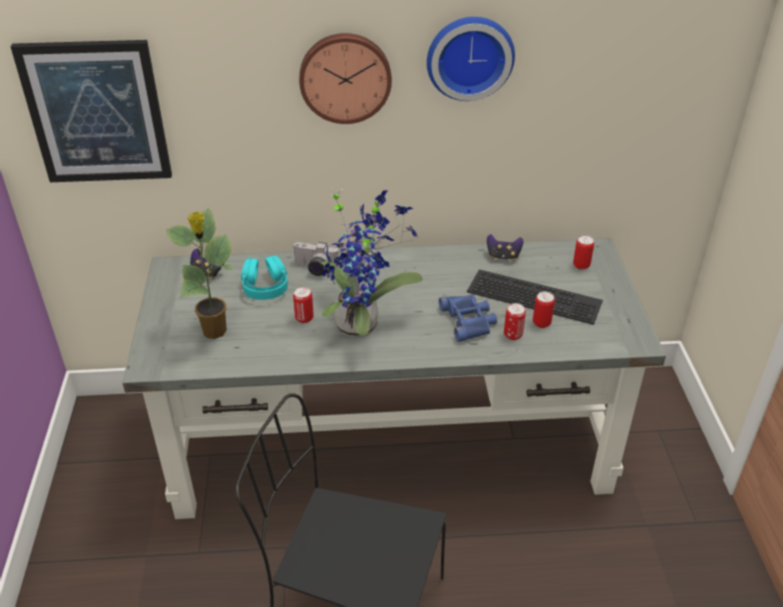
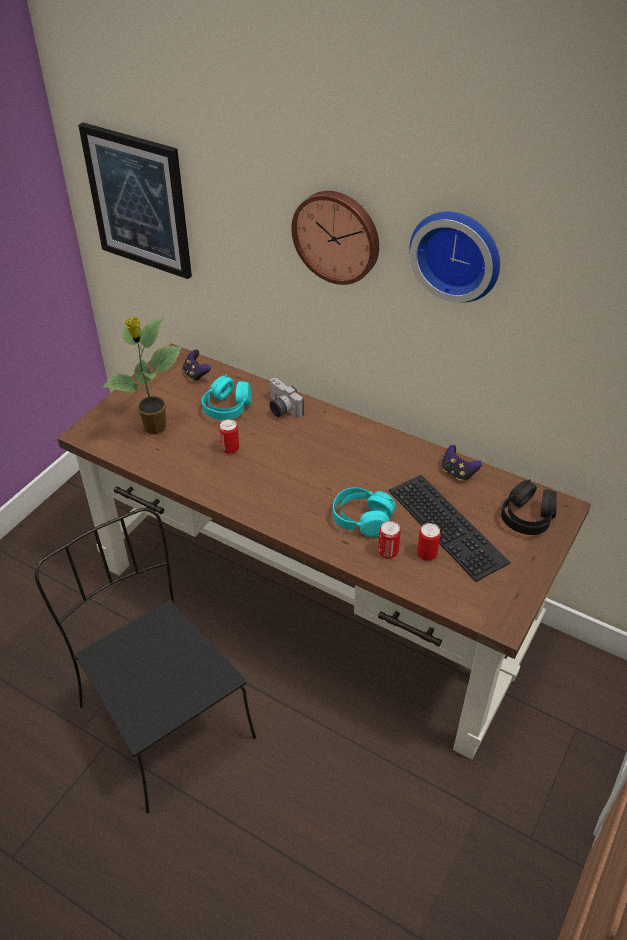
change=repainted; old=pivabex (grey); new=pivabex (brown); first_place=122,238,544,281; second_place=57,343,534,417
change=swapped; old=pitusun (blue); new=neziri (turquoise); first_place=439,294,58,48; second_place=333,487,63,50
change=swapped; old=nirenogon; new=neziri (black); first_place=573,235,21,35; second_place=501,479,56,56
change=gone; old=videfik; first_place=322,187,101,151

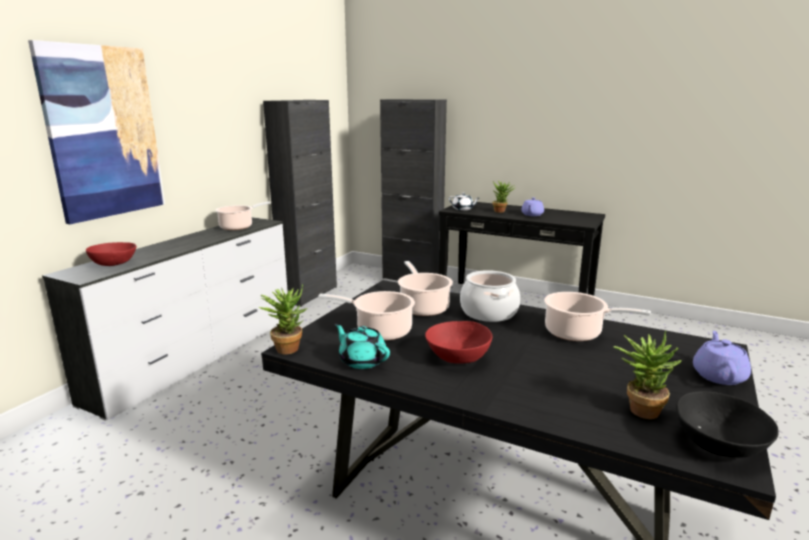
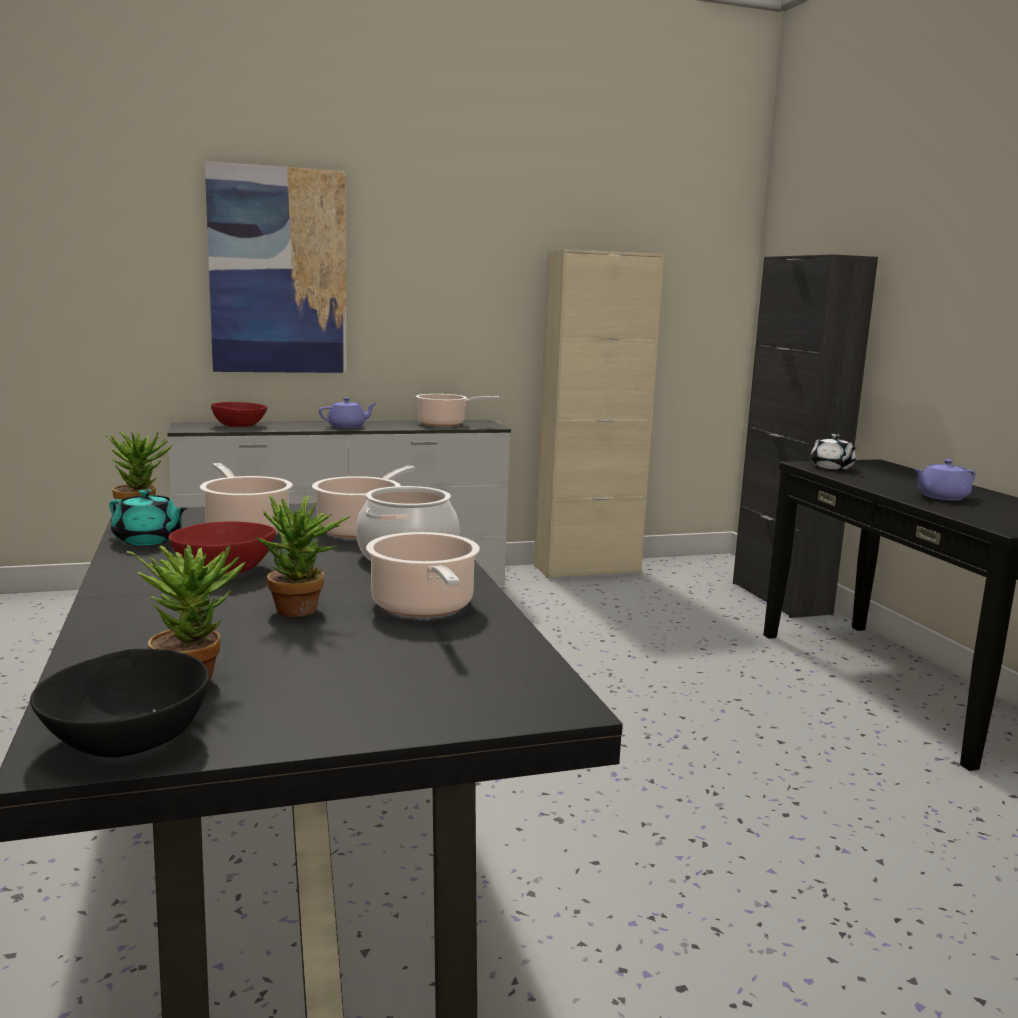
change=rotated; old=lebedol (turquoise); first_place=335,323,55,46; second_place=109,489,79,56; degrees=120
change=shifted; old=videfik; first_place=493,181,23,32; second_place=255,495,94,122
change=shifted; old=lebedol (purple); first_place=693,331,58,54; second_place=319,397,58,32
change=repainted; old=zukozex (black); new=zukozex (beige); first_place=263,100,74,207; second_place=534,249,130,330

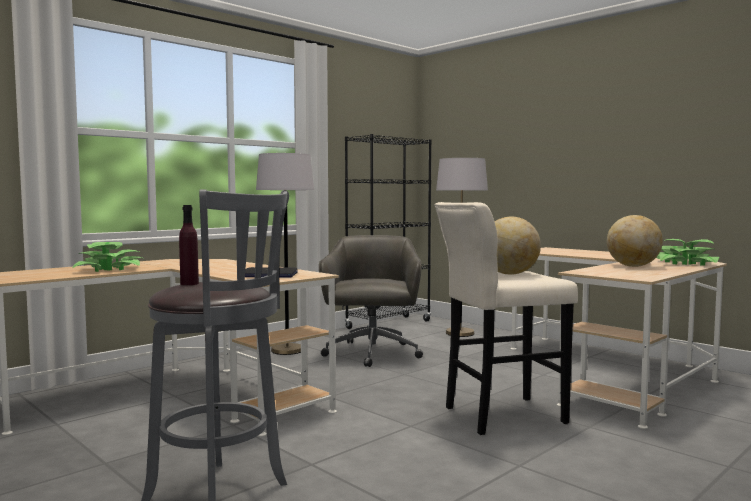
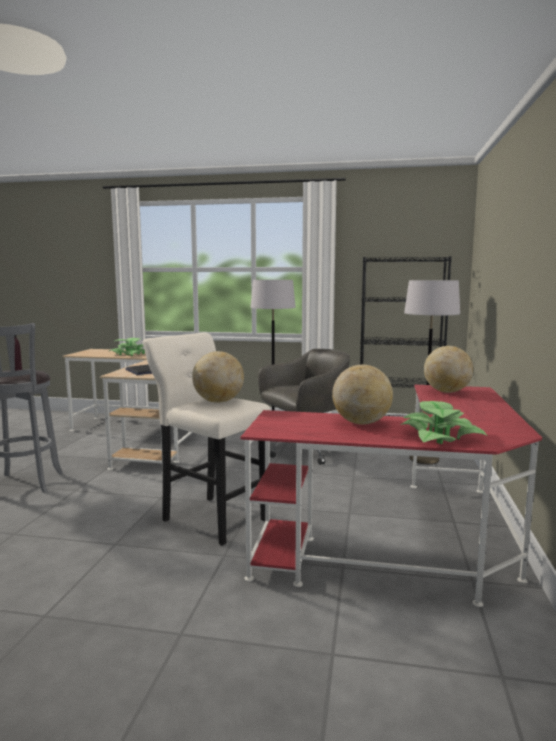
change=repainted; old=pivabex (beige); new=pivabex (red); first_place=510,247,217,182; second_place=240,385,302,222
change=new; new=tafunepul; second_place=424,346,49,47

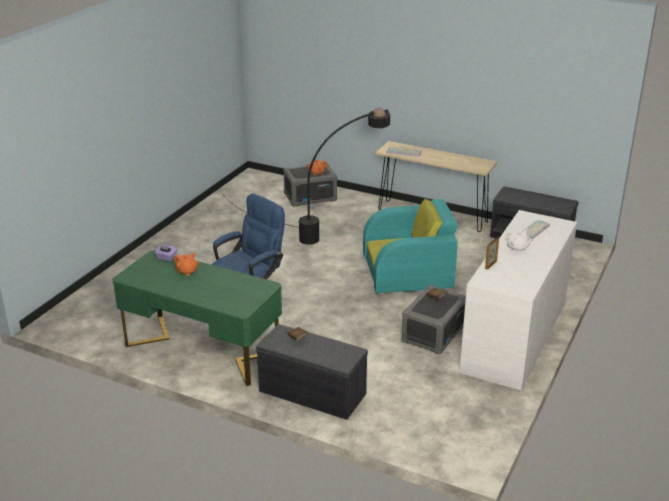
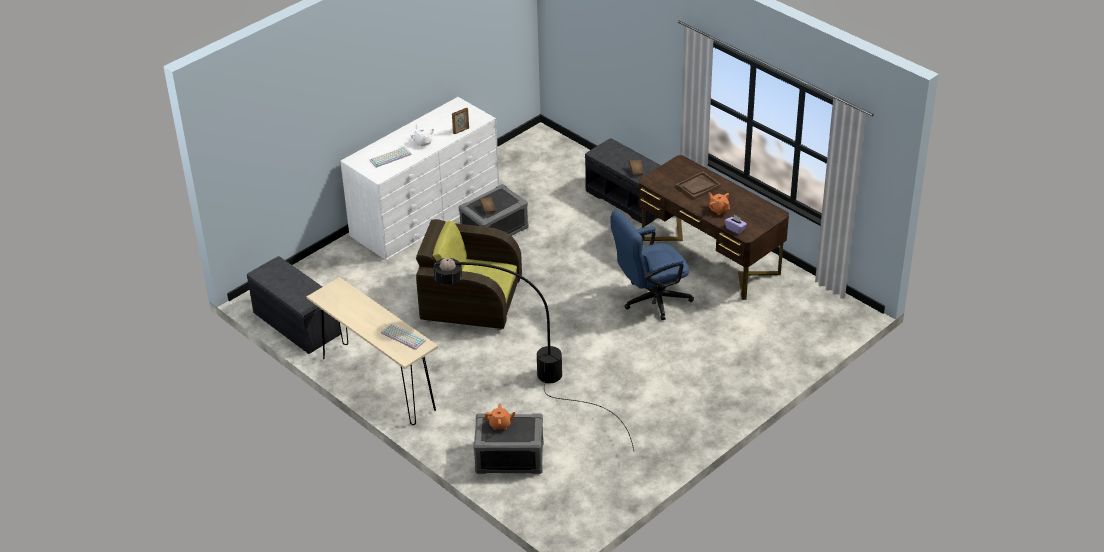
change=repainted; old=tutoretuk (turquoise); new=tutoretuk (brown); first_place=363,199,95,97; second_place=416,219,106,112
change=repainted; old=pivabex (green); new=pivabex (brown); first_place=112,250,170,136; second_place=639,155,150,145
change=new; new=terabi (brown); second_place=676,172,45,28

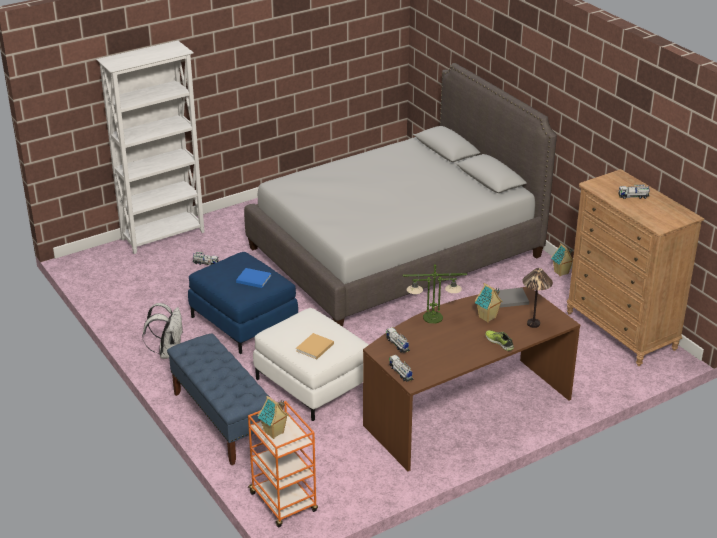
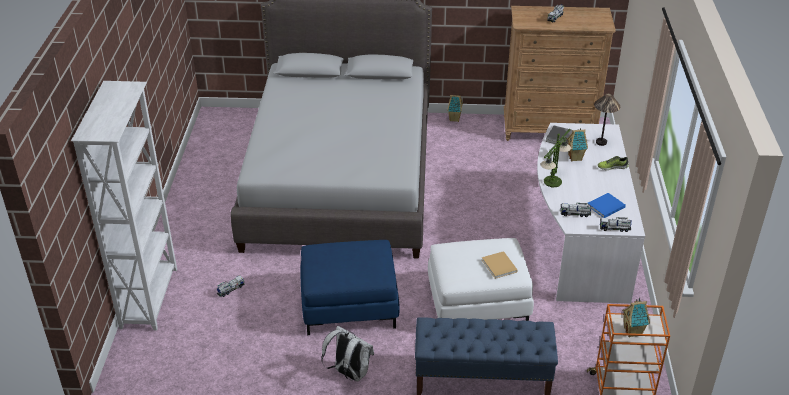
change=repainted; old=pivabex (brown); new=pivabex (white); first_place=363,287,217,184; second_place=537,123,108,181
change=shifted; old=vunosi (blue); first_place=236,268,35,20; second_place=588,193,38,25

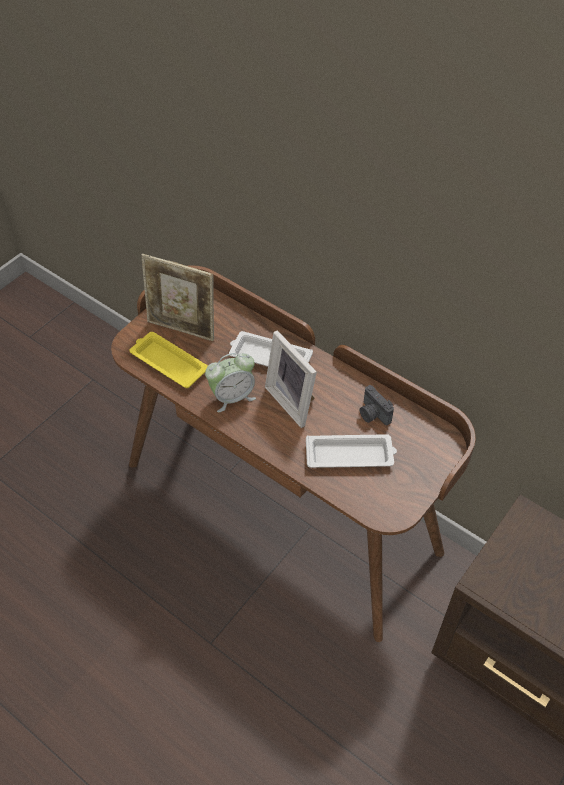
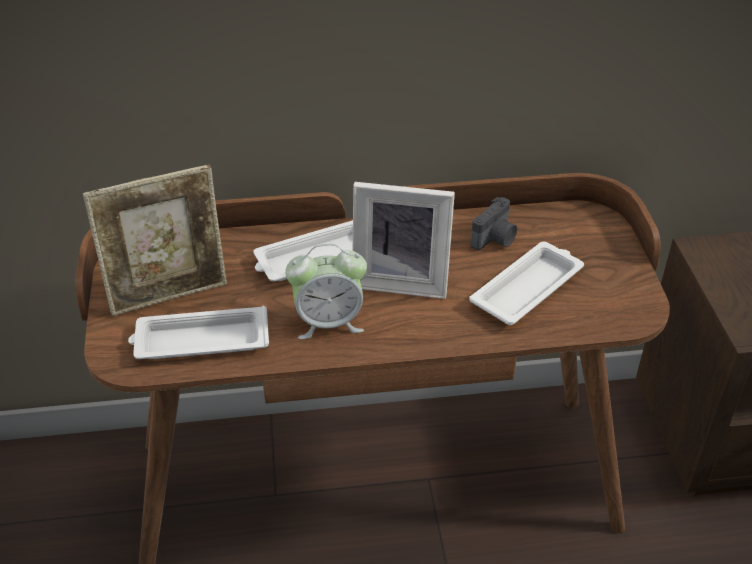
change=repainted; old=terabi (yellow); new=terabi (white); first_place=129,332,79,56; second_place=128,305,141,54
change=rotated; old=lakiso; first_place=205,353,51,59; second_place=285,244,82,95; degrees=60
change=rotated; old=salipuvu; first_place=360,385,34,40; second_place=471,197,46,53; degrees=-60

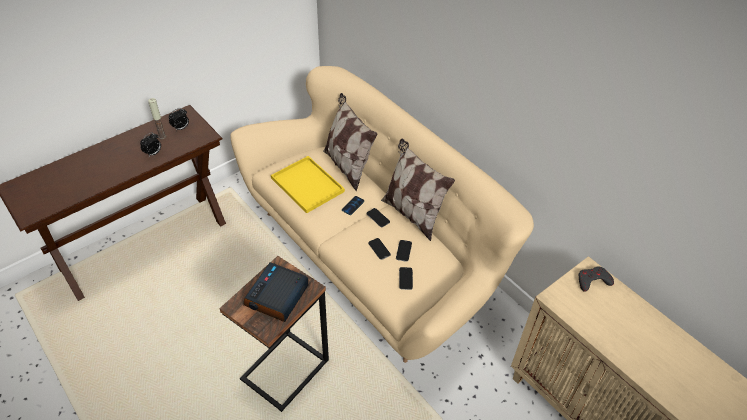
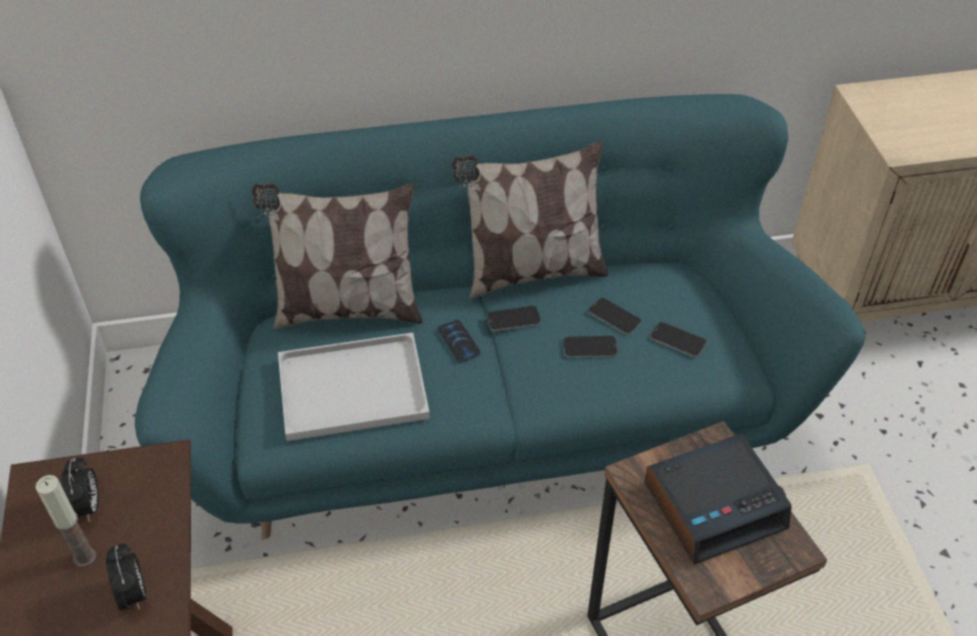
change=repainted; old=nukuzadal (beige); new=nukuzadal (turquoise); first_place=230,66,304,297; second_place=135,94,730,445
change=repainted; old=terabi (yellow); new=terabi (white); first_place=271,156,74,57; second_place=278,332,152,109
change=rotated; old=lakiso; first_place=243,262,65,60; second_place=645,434,147,130; degrees=-75
change=gone; old=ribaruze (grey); first_place=579,266,35,26

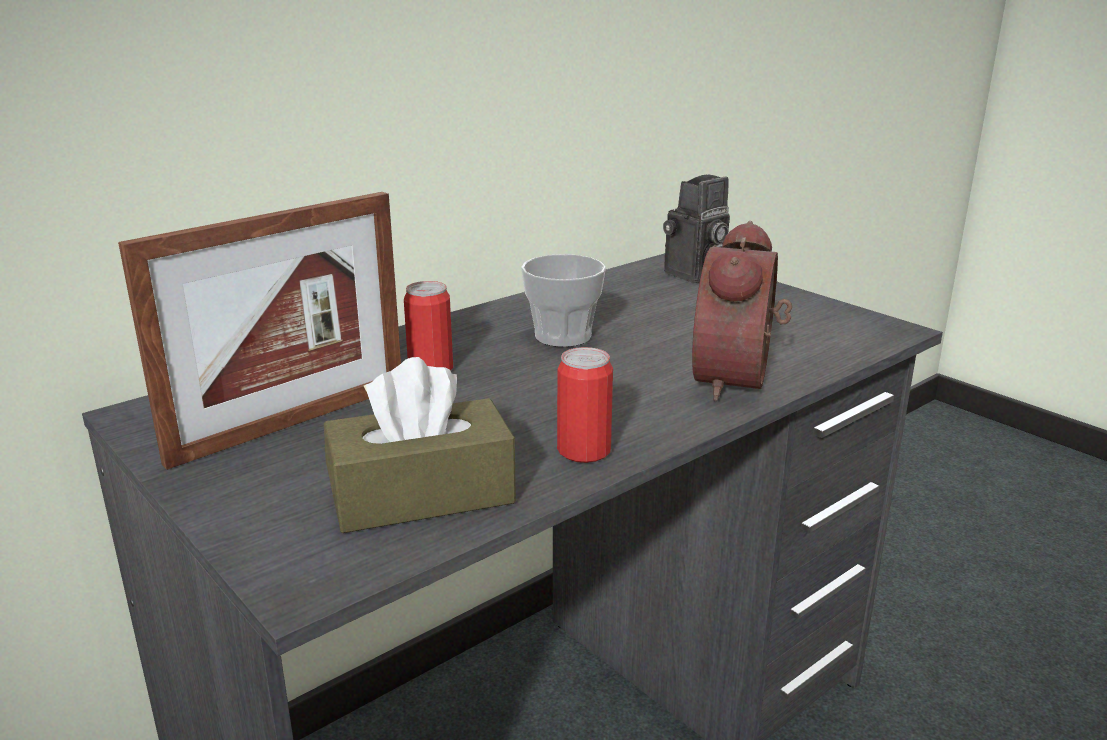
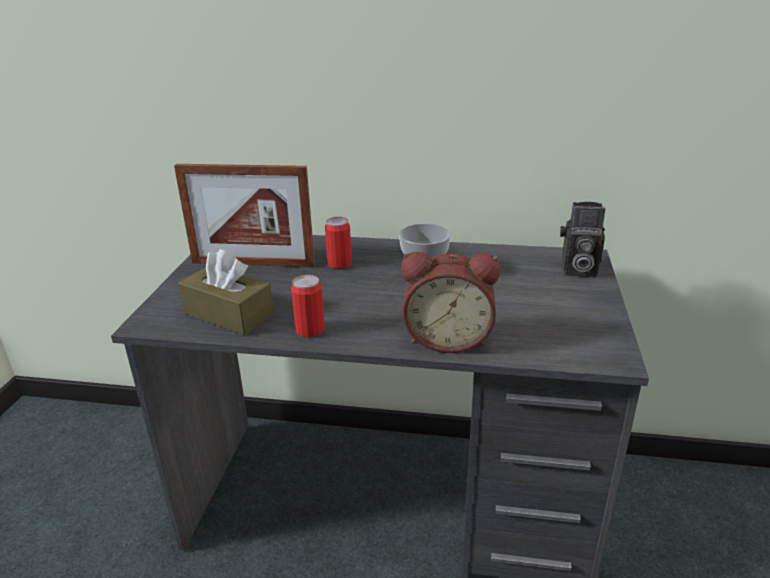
change=rotated; old=lakiso; first_place=692,221,100,180; second_place=401,252,99,101; degrees=-150

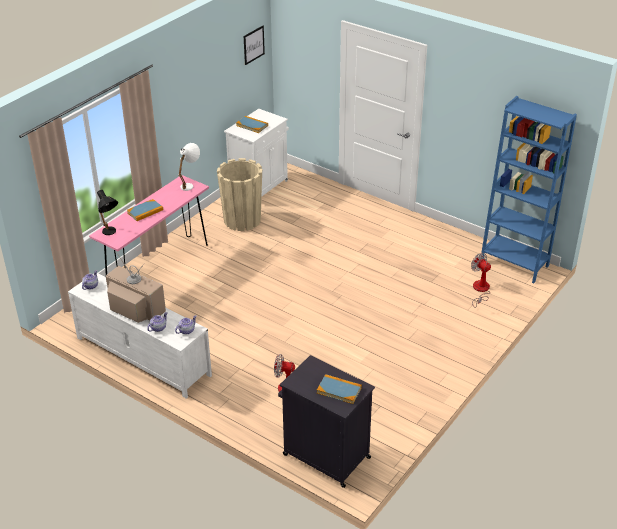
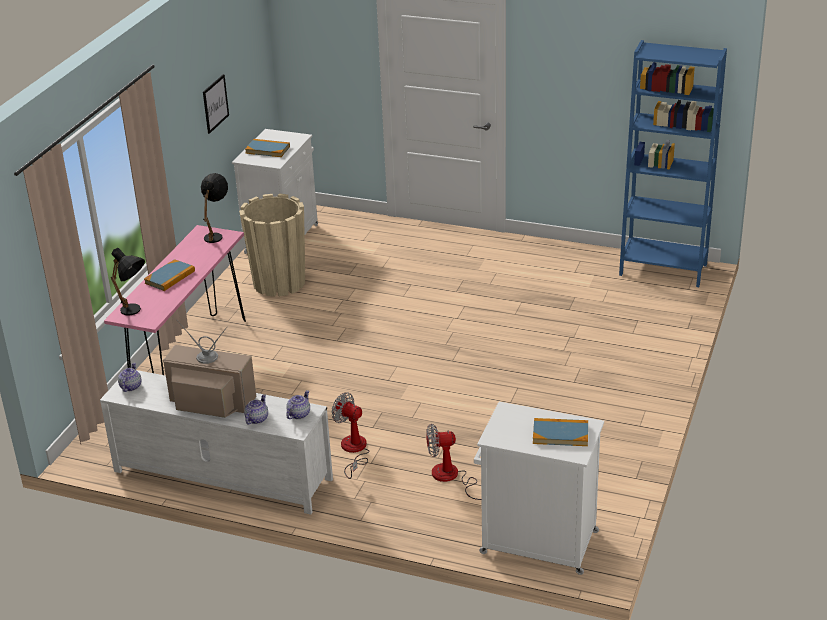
change=repainted; old=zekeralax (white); new=zekeralax (black); first_place=178,143,22,48; second_place=201,173,27,70
change=shifted; old=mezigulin; first_place=244,26,21,39; second_place=203,74,26,60
change=shifted; old=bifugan; first_place=471,253,20,55; second_place=331,392,38,87
change=repainted; old=zukozex (black); new=zukozex (white); first_place=278,355,97,133; second_place=474,402,130,173

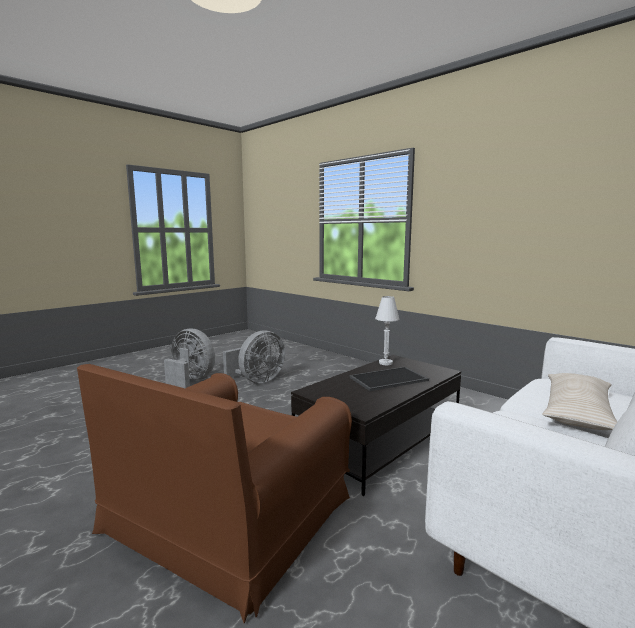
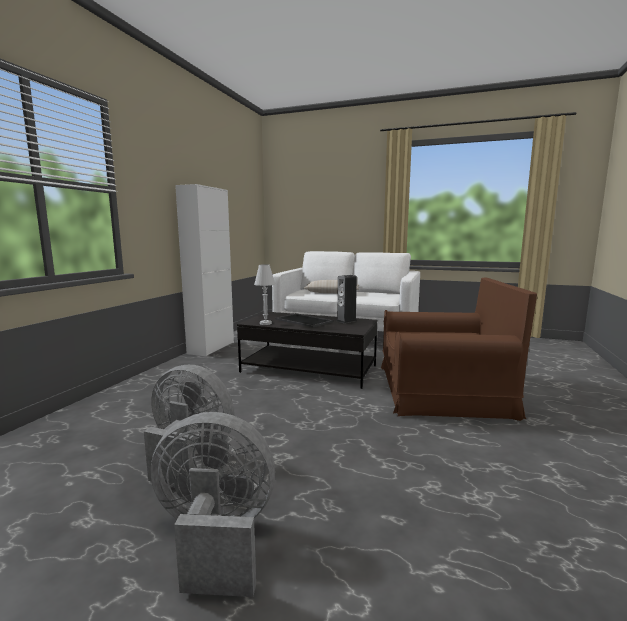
change=rotated; old=bifugan (grey); first_place=164,329,51,59; second_place=151,412,124,185; degrees=90
change=new; new=zukozex (white); second_place=175,184,59,173
change=new; new=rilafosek; second_place=336,275,21,48

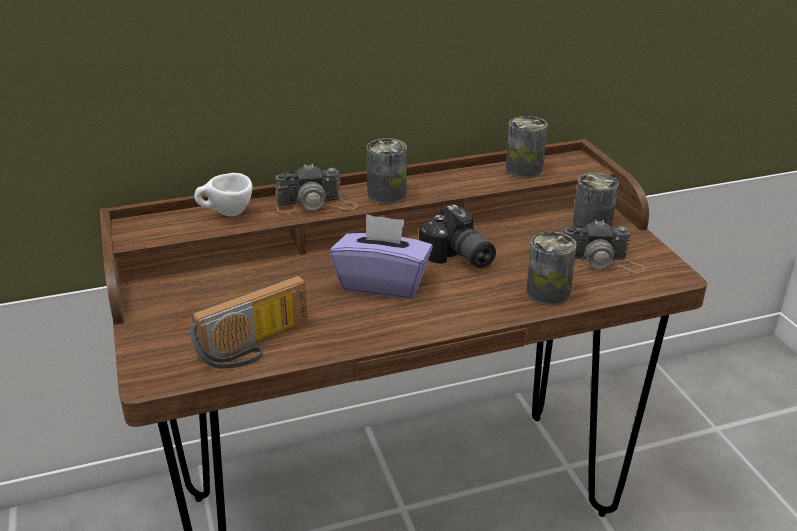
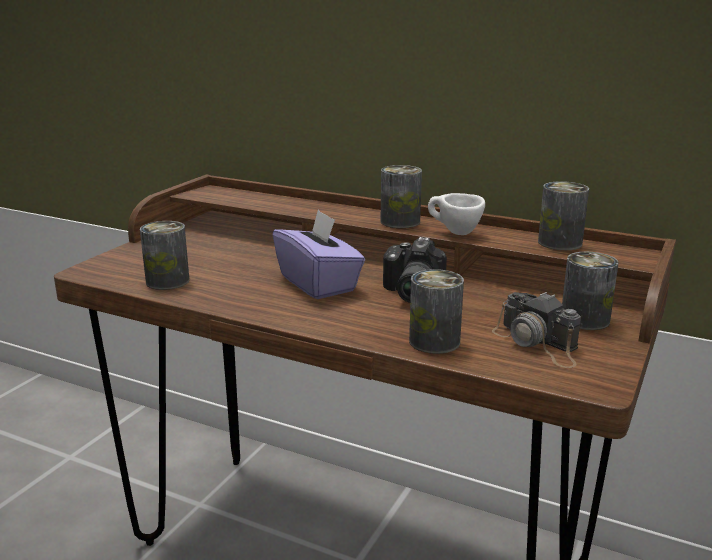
change=swapped; old=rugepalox; new=nirenogon; first_place=190,275,118,94; second_place=140,221,50,69
change=shifted; old=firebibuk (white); first_place=194,173,58,43; second_place=428,193,57,42
change=gone; old=salipuvu; first_place=275,163,83,50

